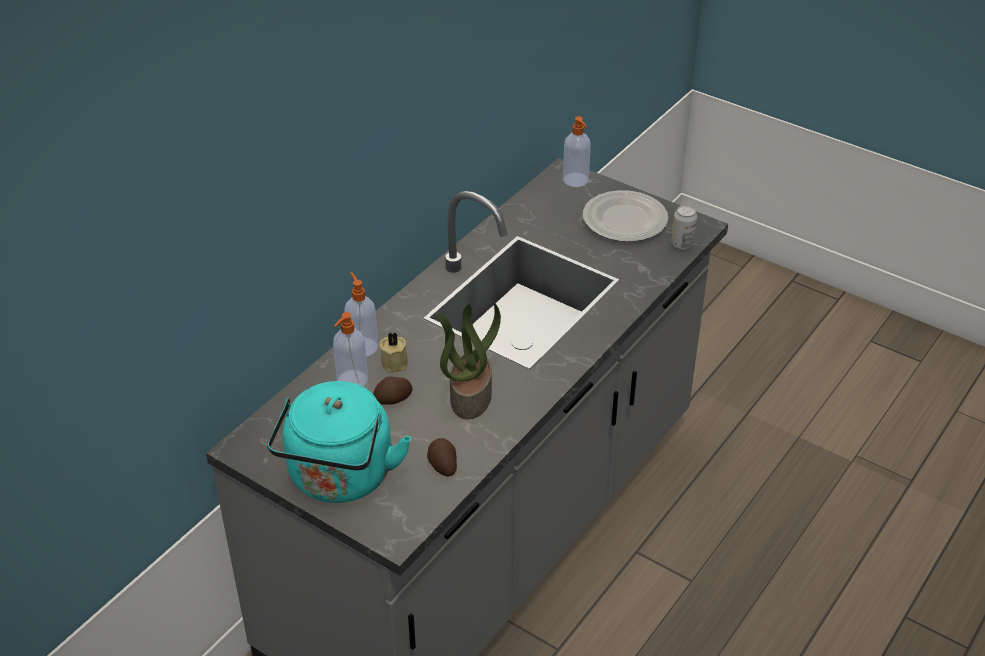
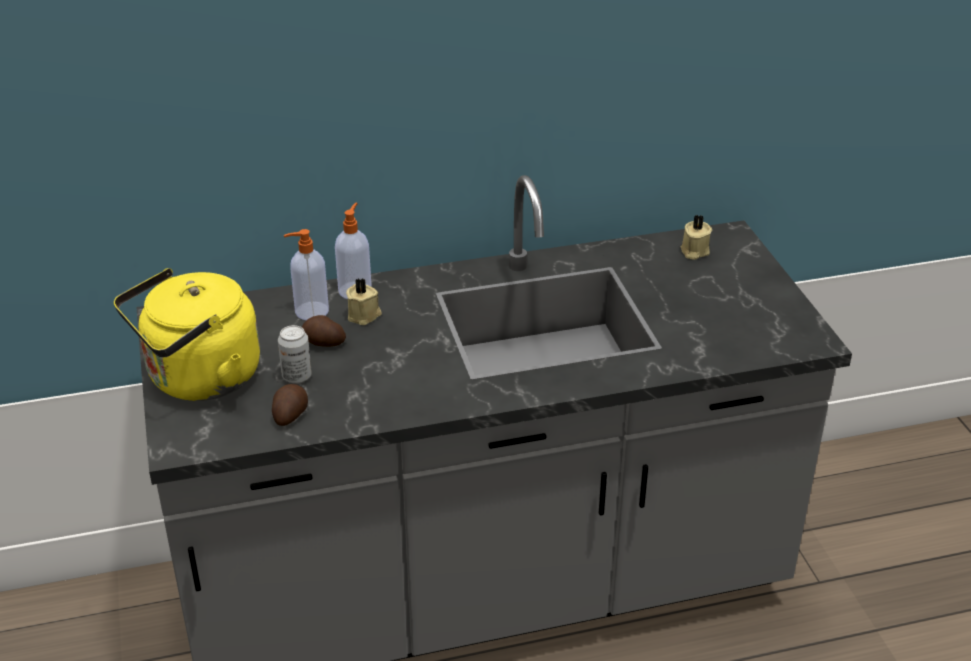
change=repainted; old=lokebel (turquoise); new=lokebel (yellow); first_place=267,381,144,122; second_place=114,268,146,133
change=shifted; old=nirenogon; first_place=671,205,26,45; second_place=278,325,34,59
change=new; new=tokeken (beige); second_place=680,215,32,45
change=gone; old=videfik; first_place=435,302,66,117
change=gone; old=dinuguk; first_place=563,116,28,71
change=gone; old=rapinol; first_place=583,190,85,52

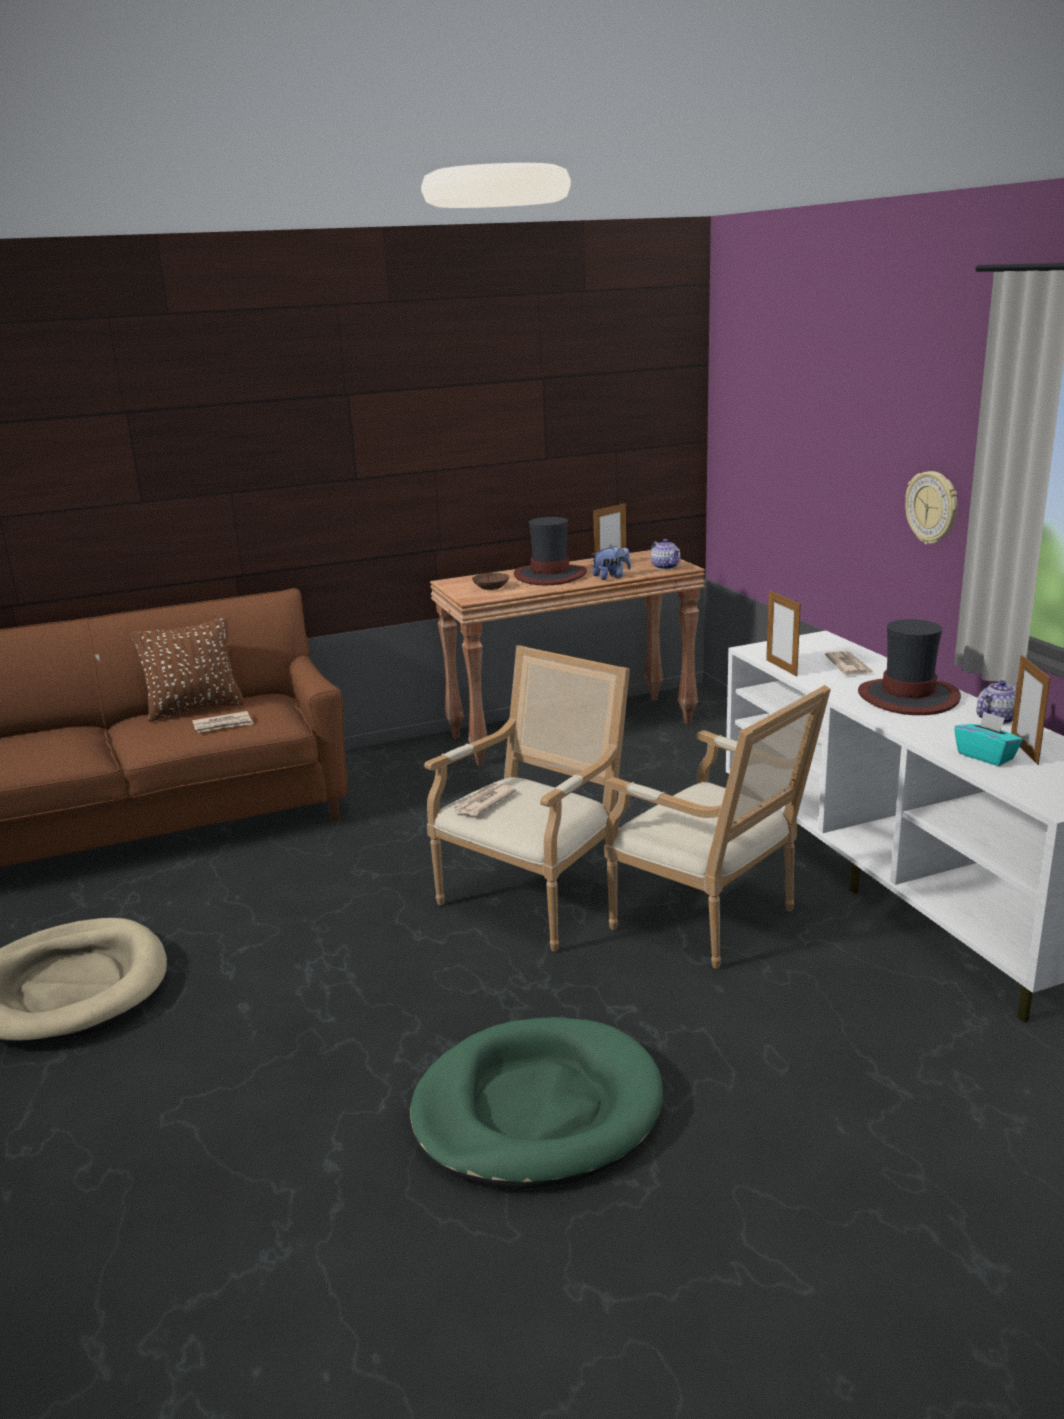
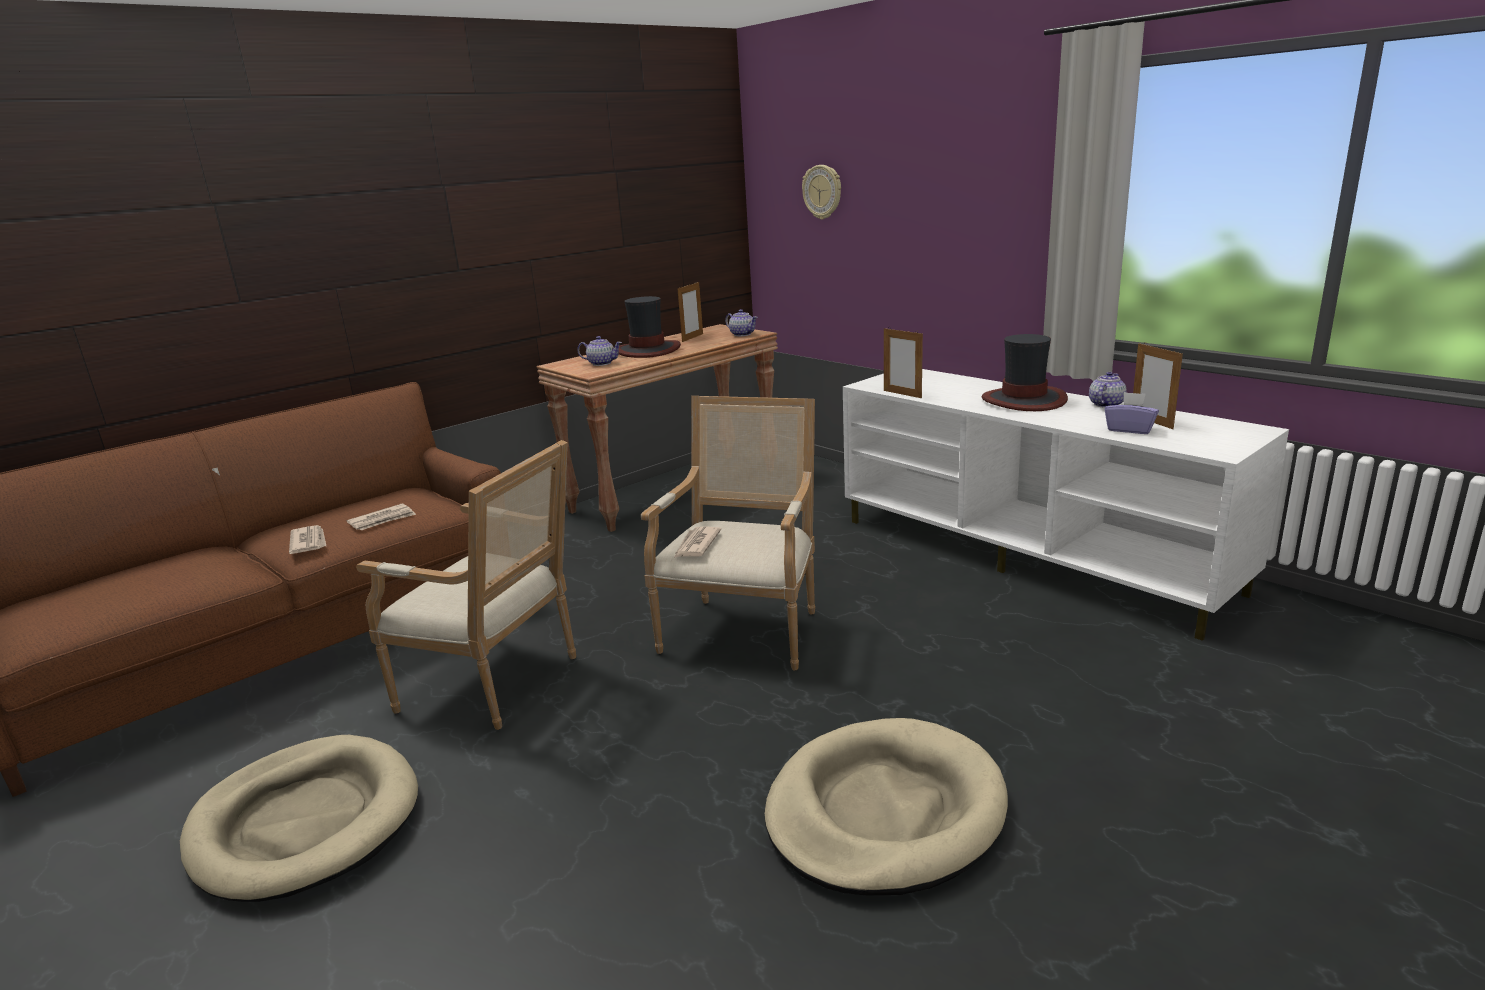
change=shifted; old=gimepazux; first_place=825,652,49,22; second_place=289,525,37,29
change=shifted; old=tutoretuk; first_place=604,685,227,284; second_place=356,440,220,290
change=swapped; old=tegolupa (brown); new=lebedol; first_place=472,573,37,17; second_place=577,336,45,30
change=repainted; old=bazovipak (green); new=bazovipak (beige); first_place=410,1017,253,172; second_place=765,718,243,178
change=shifted; old=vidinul; first_place=905,471,52,74; second_place=802,165,39,55
change=repainted; old=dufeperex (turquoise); new=dufeperex (purple); first_place=954,712,69,54; second_place=1105,392,54,42
change=gone; old=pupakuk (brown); first_place=131,617,114,105
change=gone; old=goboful; first_place=592,545,39,35

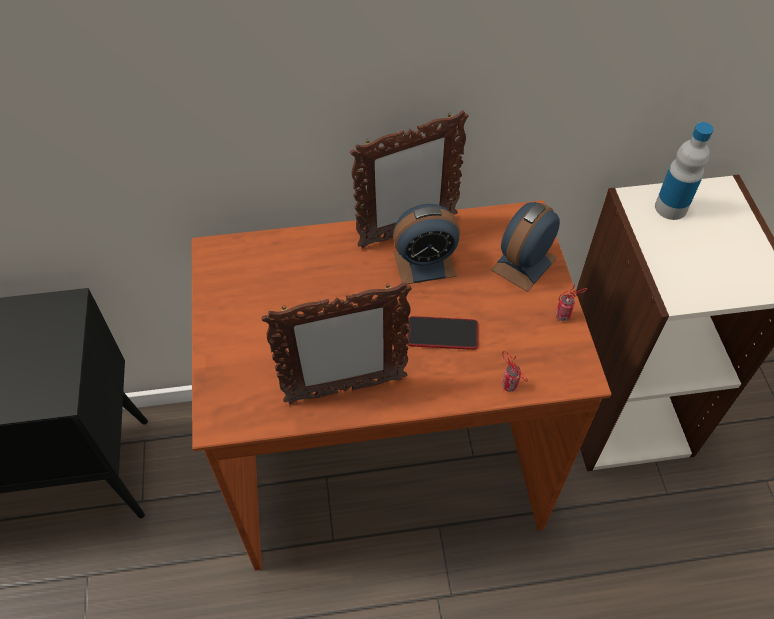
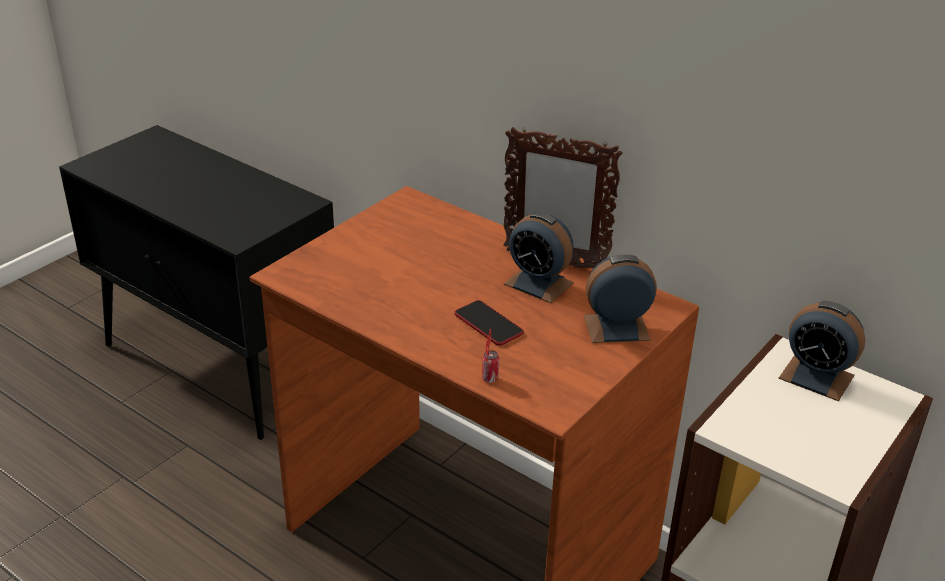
change=swapped; old=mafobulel; new=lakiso; first_place=655,122,58,98; second_place=778,301,87,100
change=gone; old=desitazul; first_place=261,282,151,122
change=gone; old=nirenogon; first_place=556,284,31,37

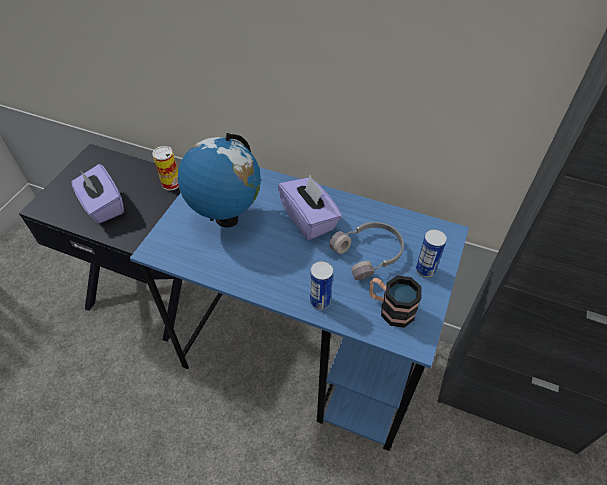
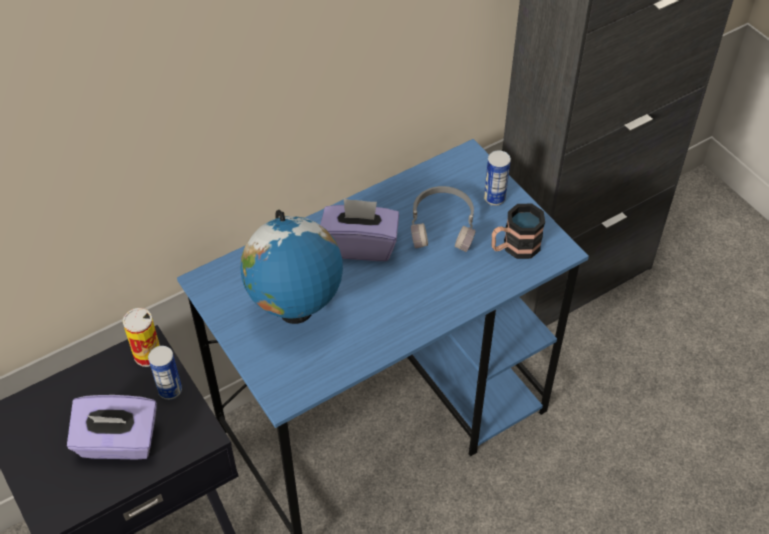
change=shifted; old=nirenogon; first_place=310,261,23,49; second_place=148,346,34,54

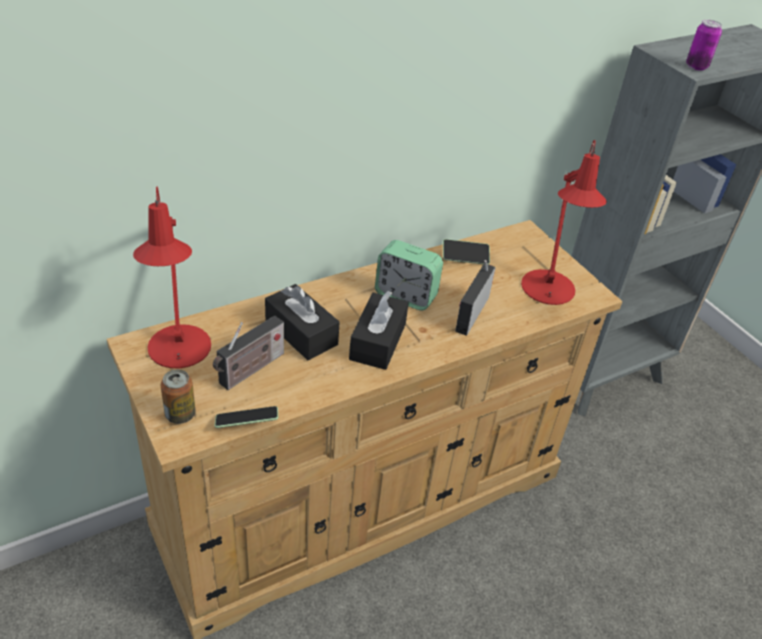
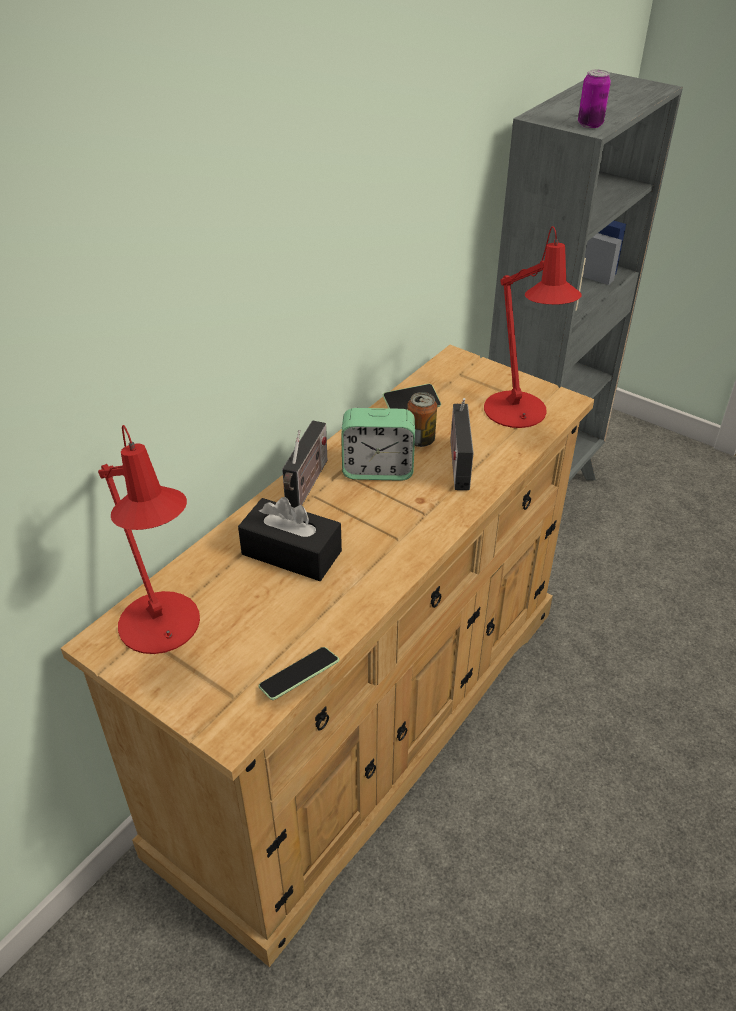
change=shifted; old=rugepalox; first_place=213,316,71,74; second_place=282,420,45,88
change=shifted; old=nirenogon; first_place=161,369,35,55; second_place=407,392,30,55
change=gone; old=dufeperex (black); first_place=349,291,60,79

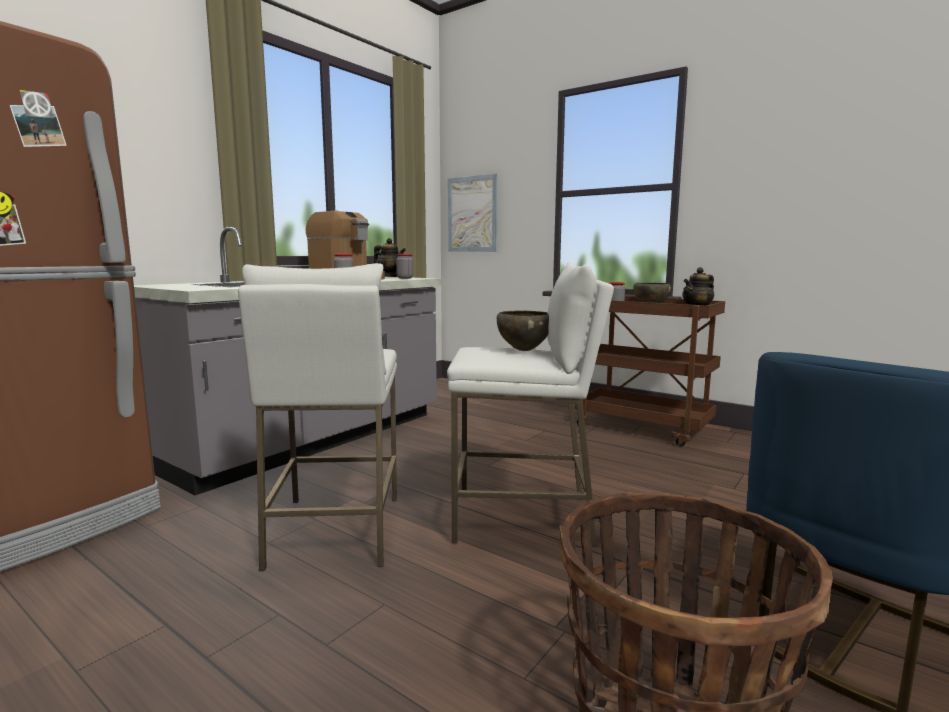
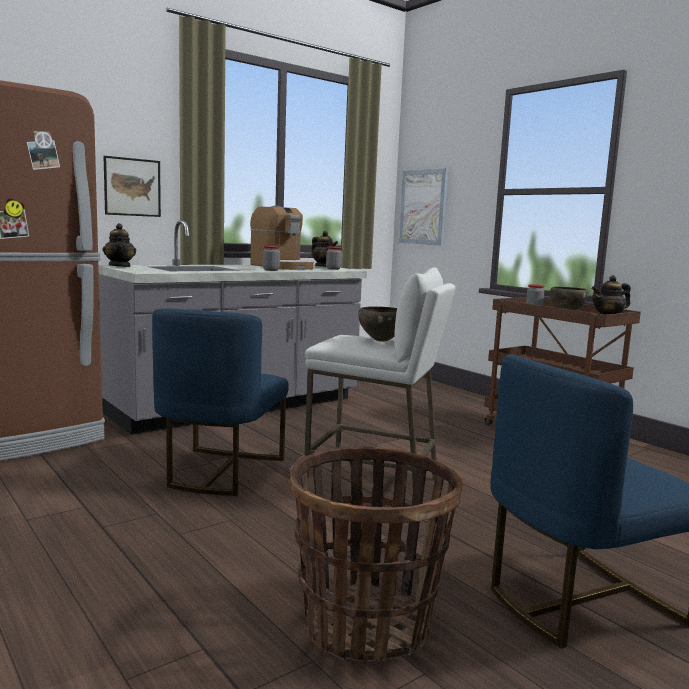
change=new; new=lebedol; second_place=103,223,33,44
change=new; new=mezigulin; second_place=104,156,57,61
change=swapped; old=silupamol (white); new=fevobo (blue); first_place=238,263,159,308; second_place=152,308,137,188

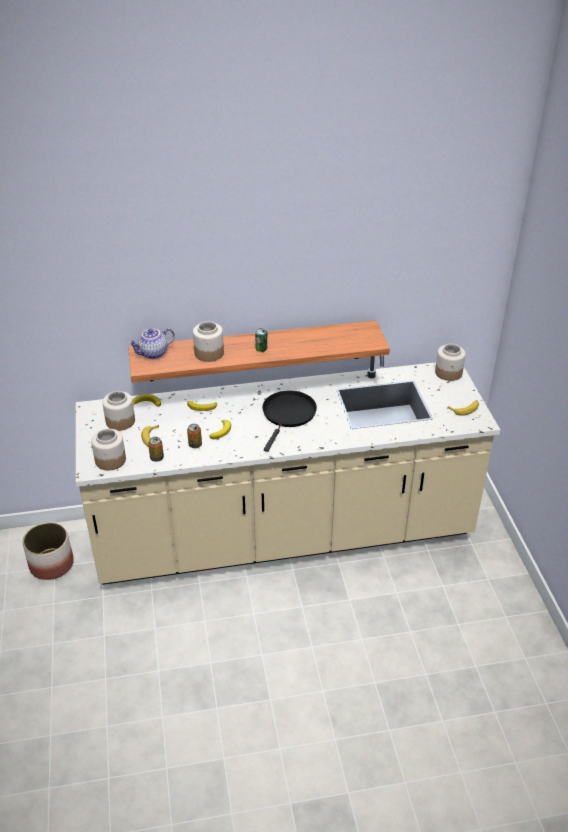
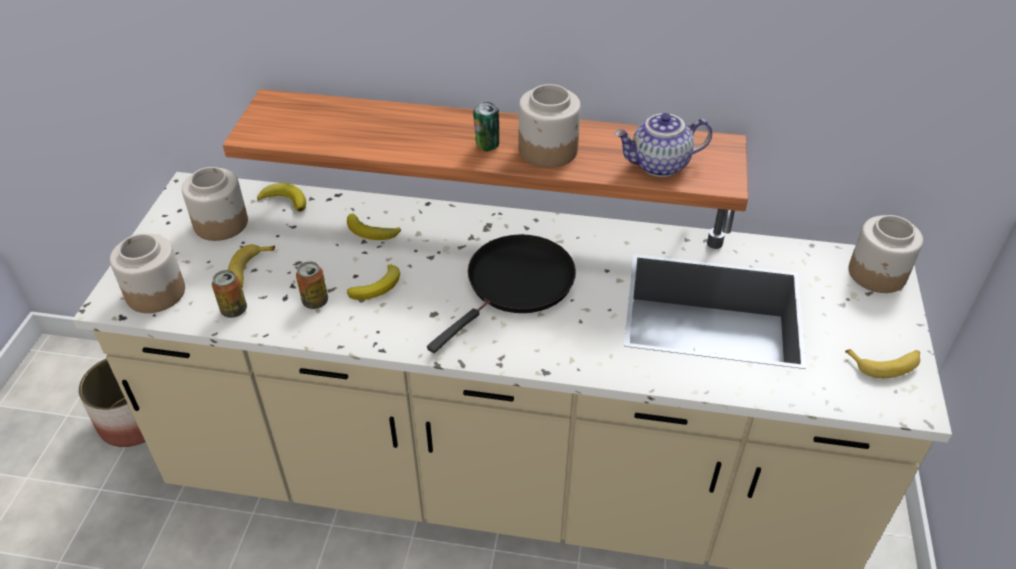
change=shifted; old=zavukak; first_place=193,321,31,41; second_place=518,84,63,84
change=shifted; old=lebedol; first_place=128,328,47,31; second_place=614,113,98,64

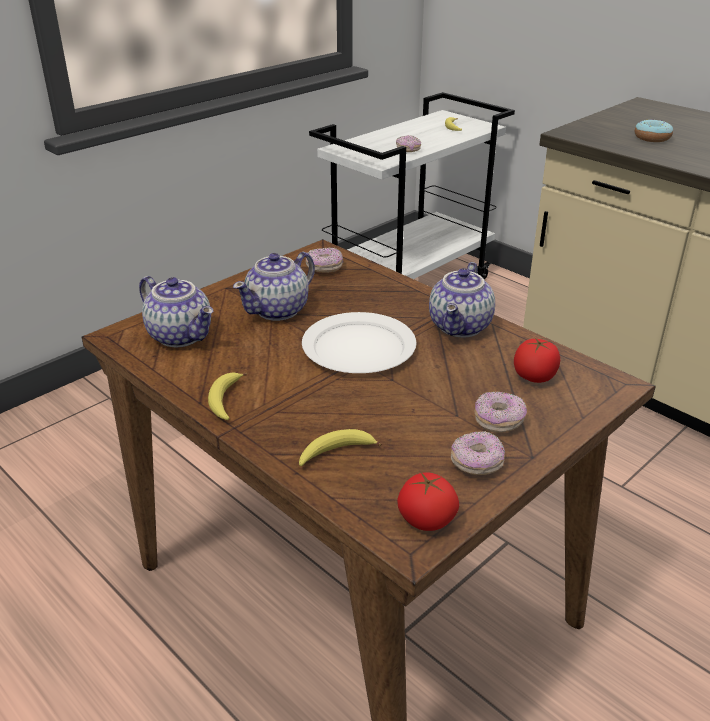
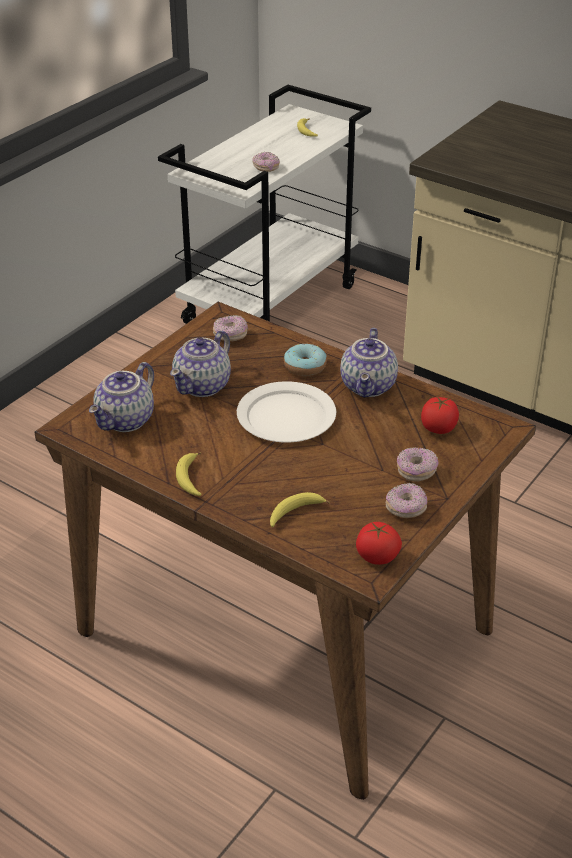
change=rotated; old=lebedol; first_place=139,276,74,71; second_place=89,362,65,70; degrees=90
change=shifted; old=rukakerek; first_place=635,119,38,23; second_place=284,344,43,32

